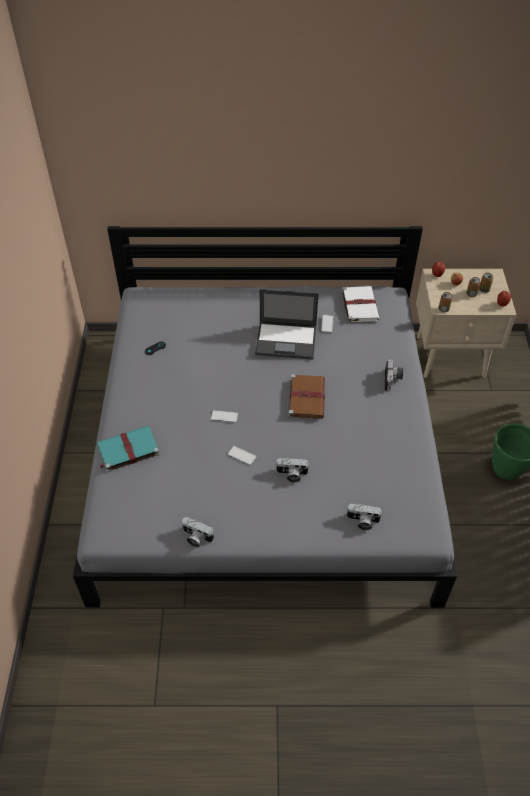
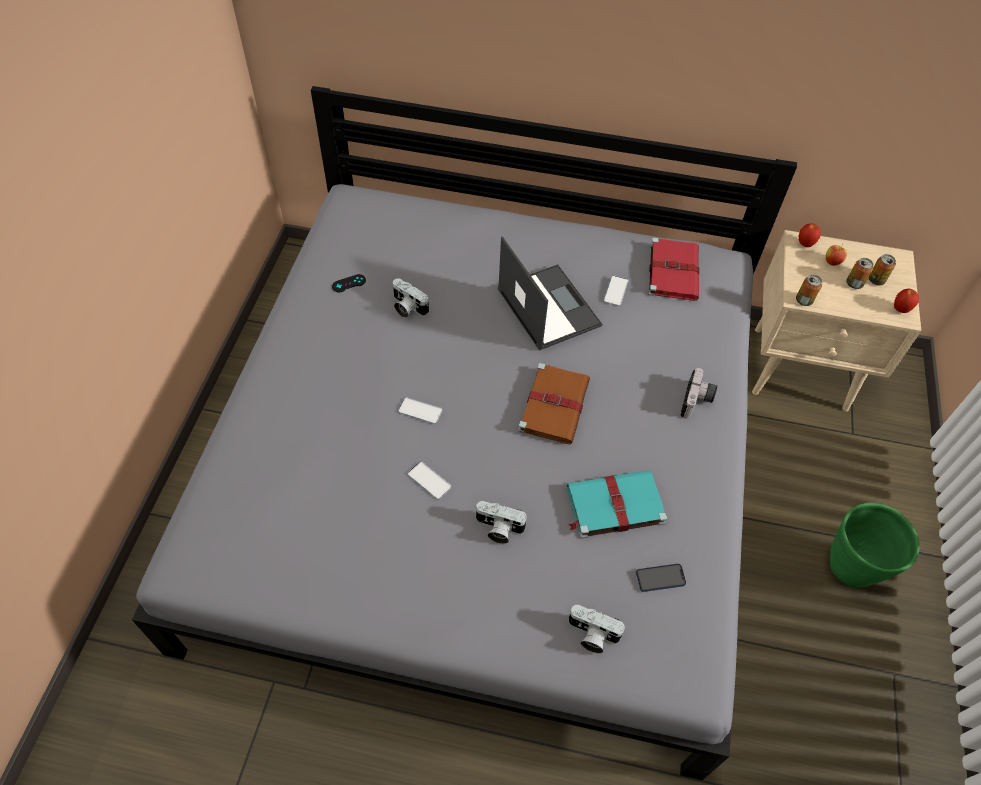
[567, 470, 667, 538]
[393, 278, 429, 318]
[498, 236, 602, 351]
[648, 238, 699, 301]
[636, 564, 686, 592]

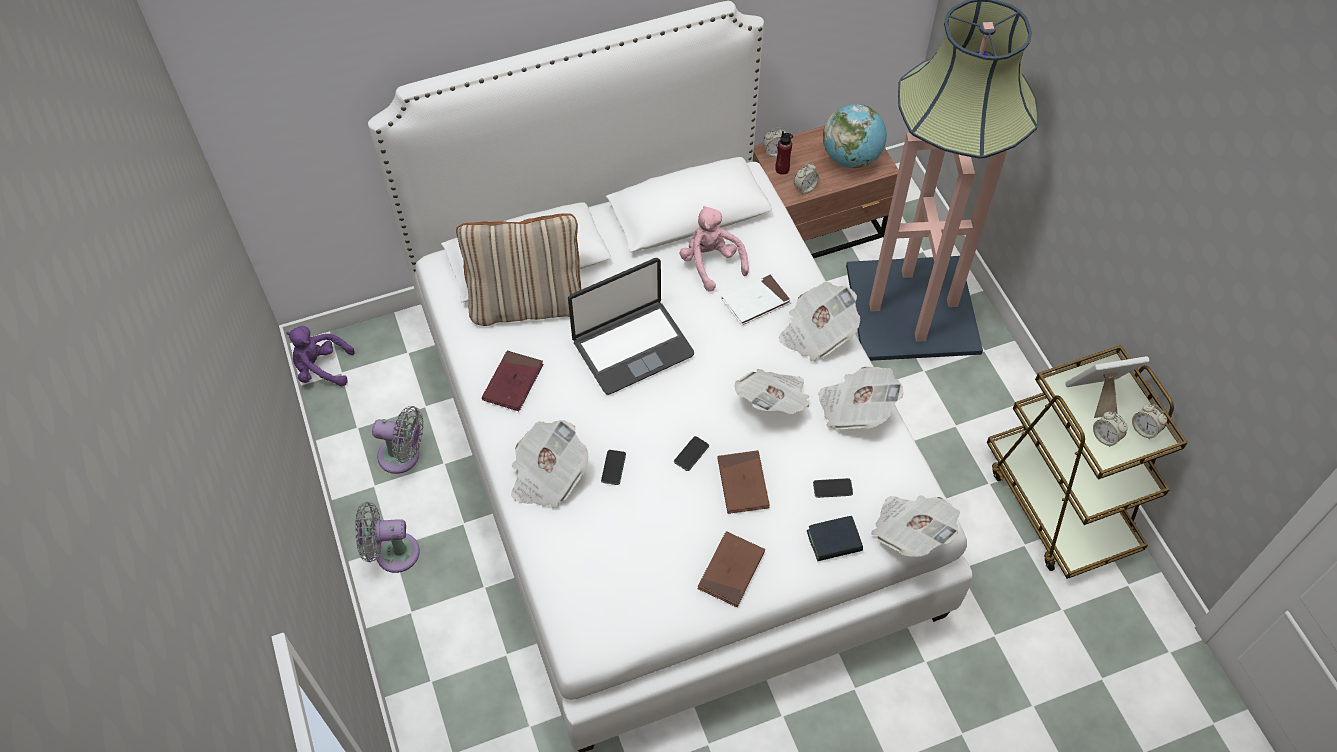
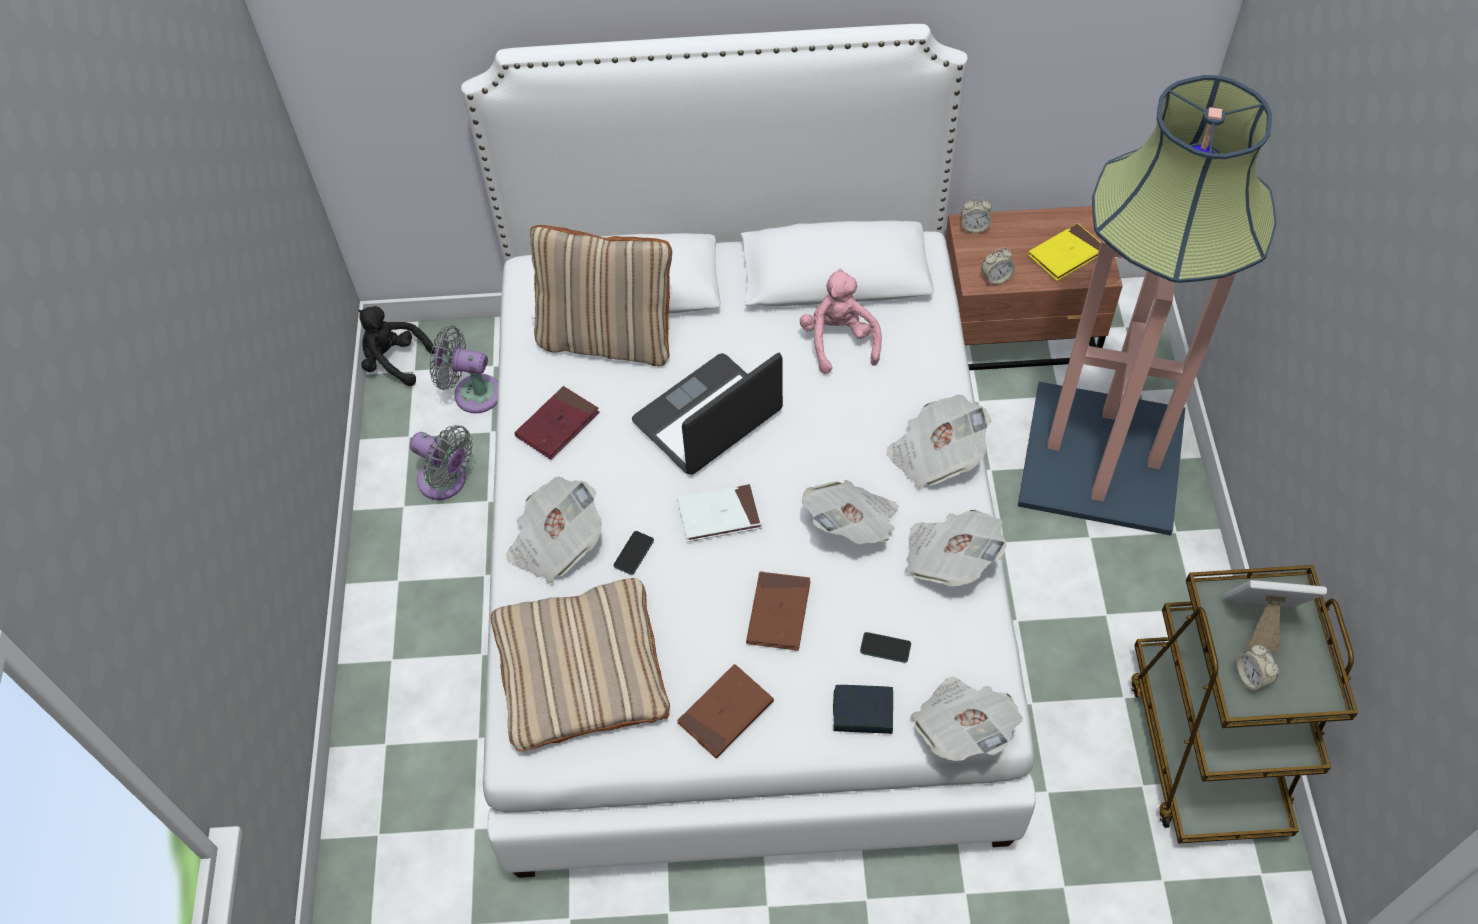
[358, 306, 435, 386]
[429, 326, 498, 414]
[632, 353, 783, 475]
[674, 436, 709, 471] (first image)
[677, 484, 762, 542]
[775, 131, 793, 175] (first image)
[1028, 223, 1101, 281]
[1132, 404, 1167, 440] (first image)
[491, 578, 670, 751]

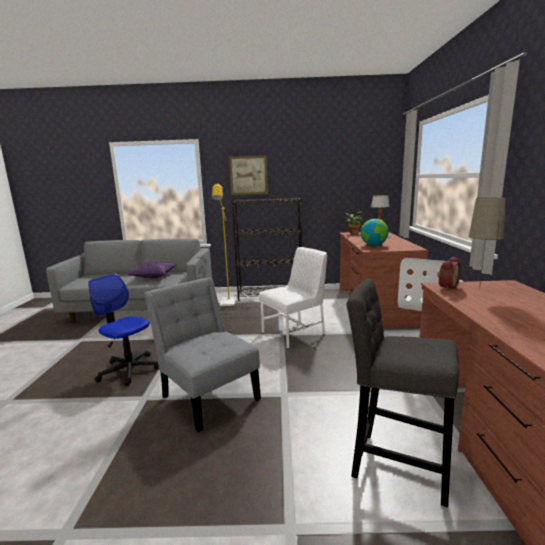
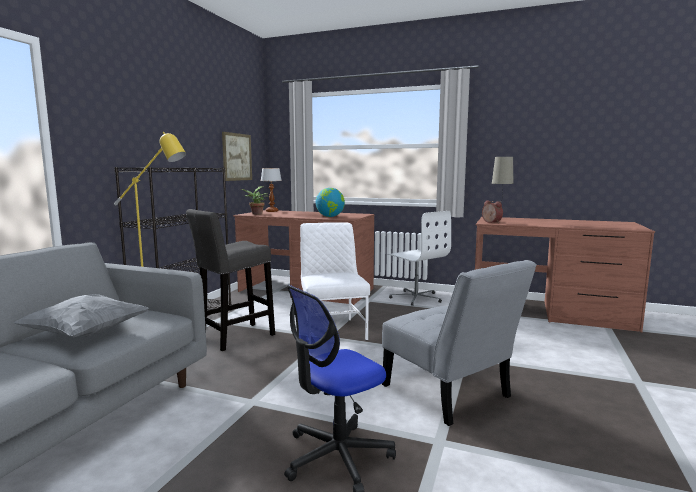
[13, 294, 149, 338]
[382, 260, 536, 426]
[222, 132, 252, 181]
[186, 209, 275, 351]

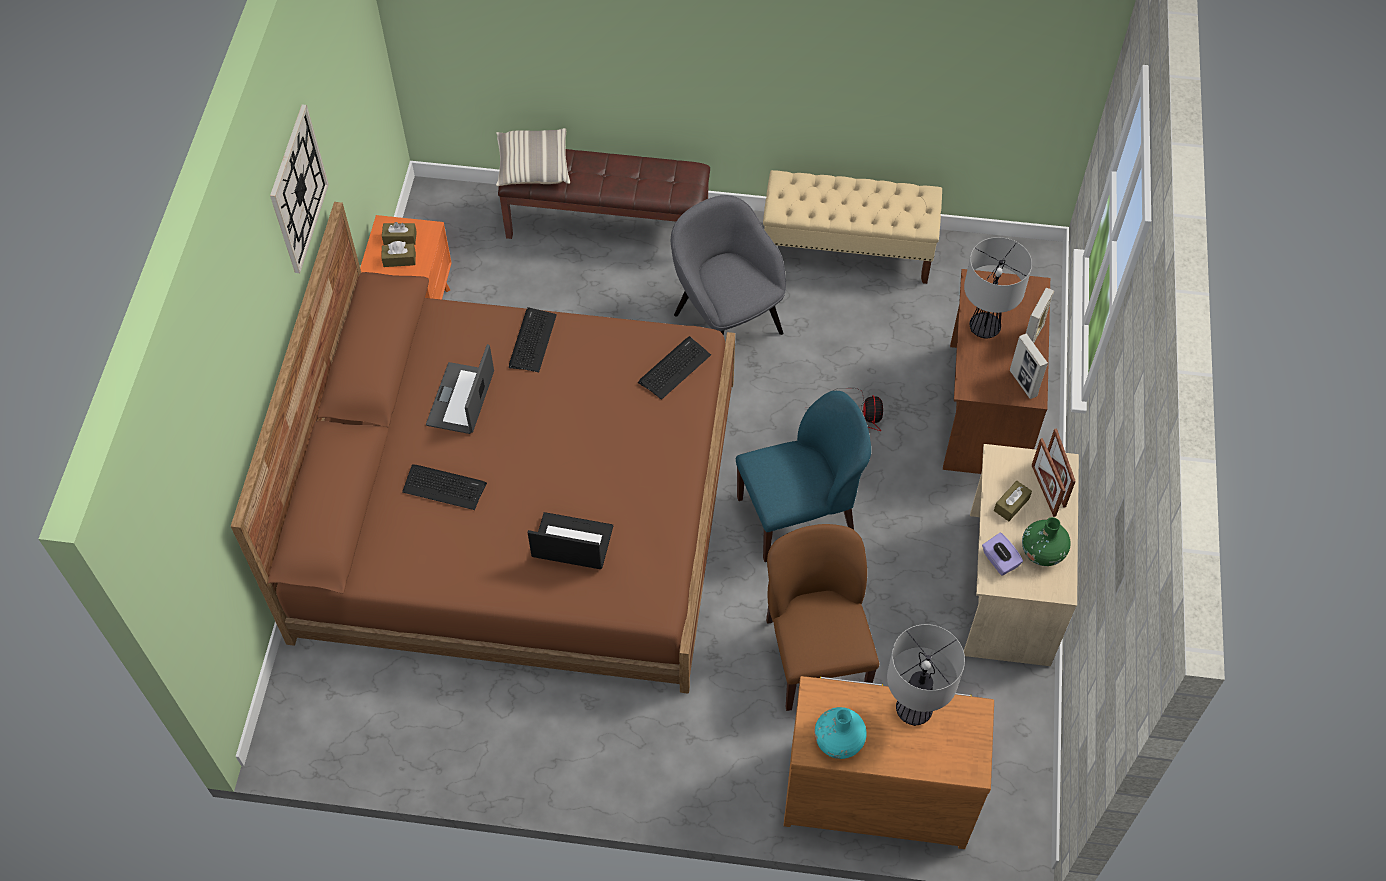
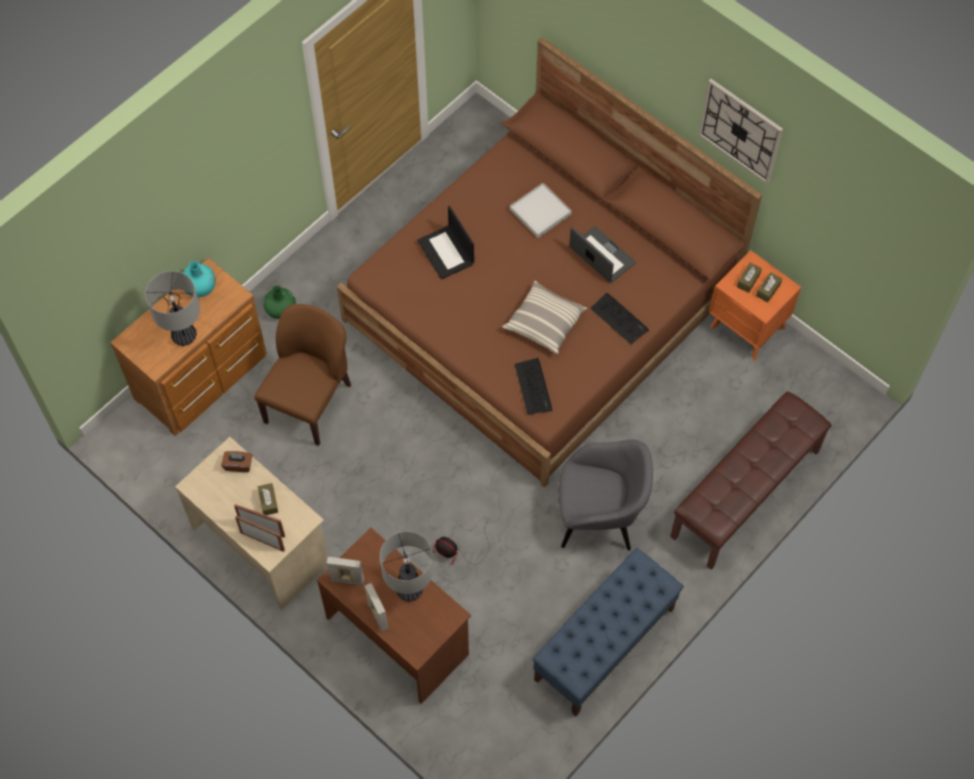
[510, 183, 572, 238]
[502, 281, 587, 354]
[417, 206, 474, 279]
[736, 391, 871, 562] (first image)
[532, 548, 684, 716]
[254, 304, 351, 446]
[221, 451, 252, 472]
[263, 286, 296, 319]

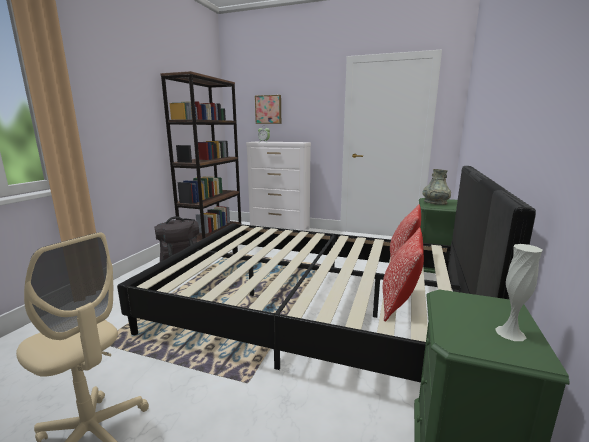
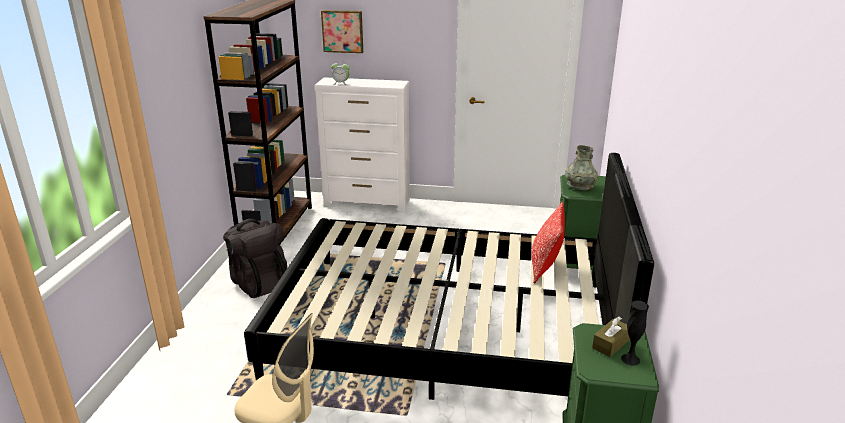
[383, 227, 424, 322] (first image)
[621, 301, 649, 366]
[592, 317, 630, 357]

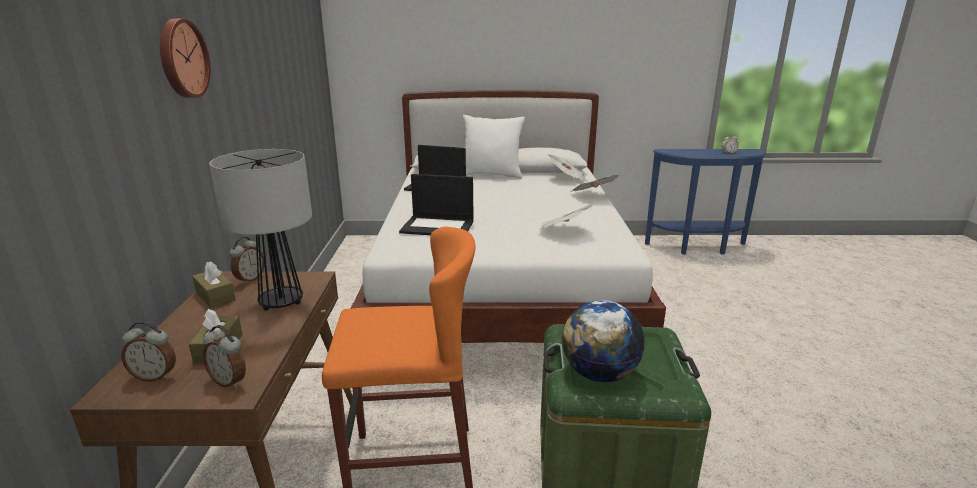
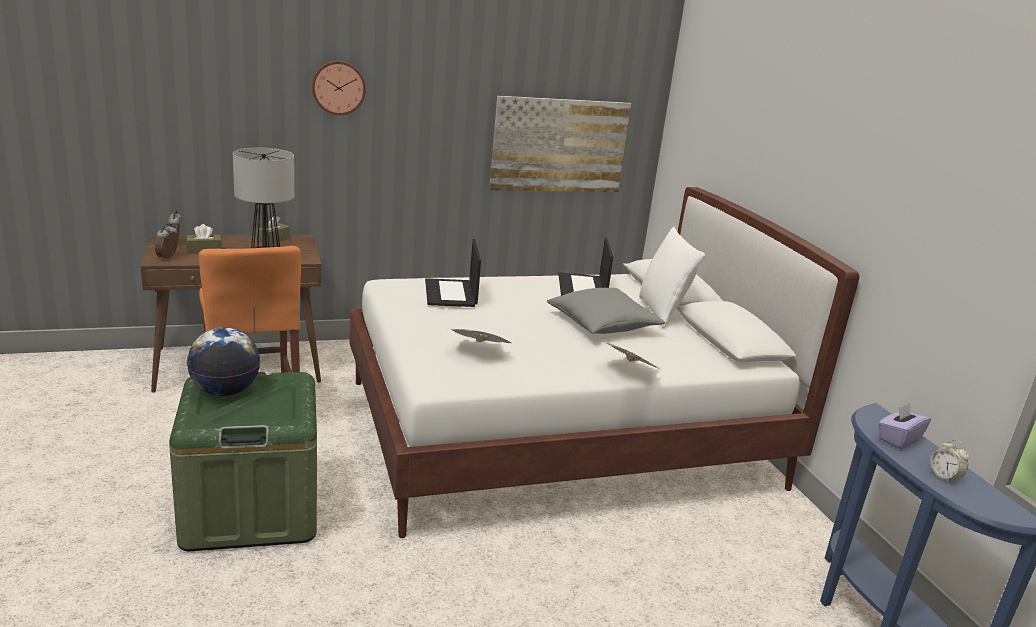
[229, 237, 265, 284] (first image)
[548, 154, 588, 182] (first image)
[489, 96, 631, 192]
[547, 288, 665, 334]
[878, 403, 931, 449]

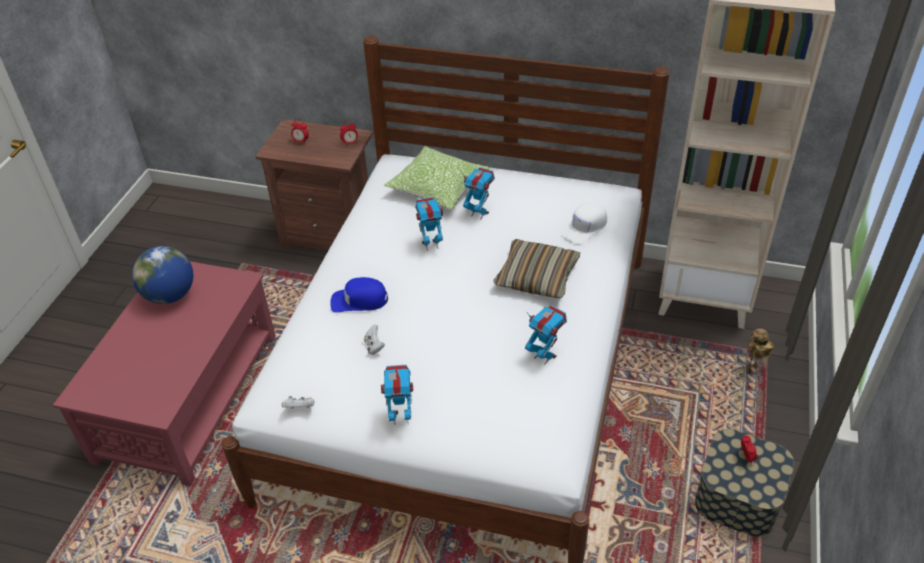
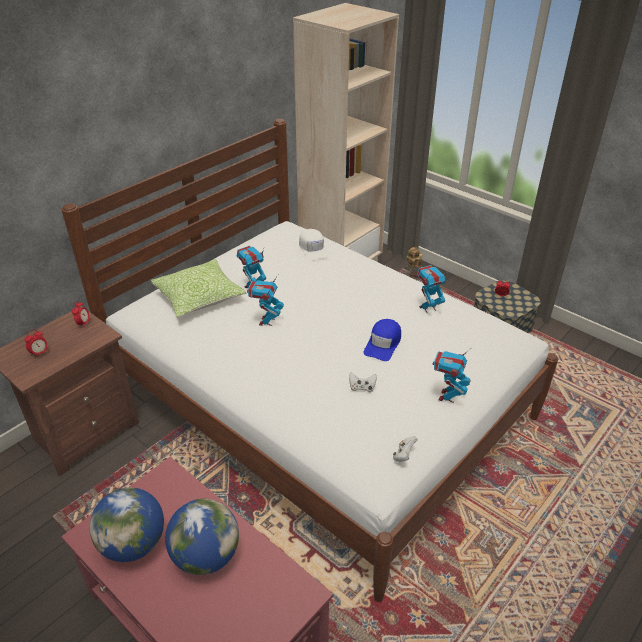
[363, 319, 401, 361]
[494, 239, 580, 298] (first image)
[165, 499, 239, 575]

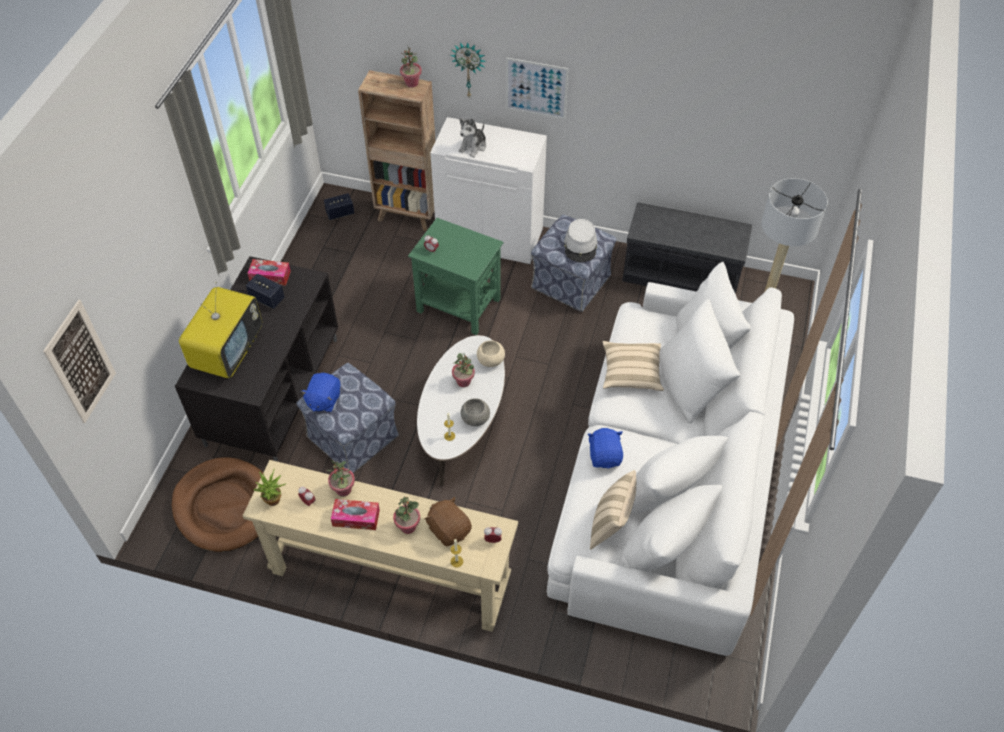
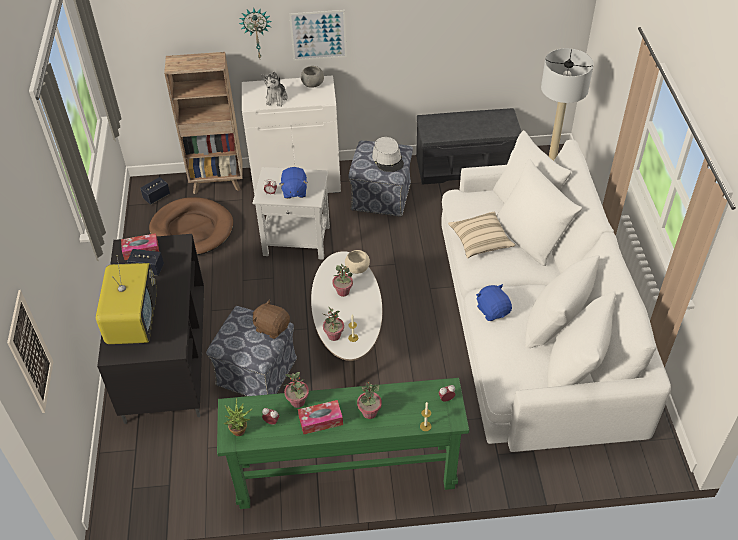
[149, 197, 233, 255]
[217, 378, 469, 509]
[280, 167, 307, 199]
[323, 306, 344, 341]
[252, 167, 330, 260]
[253, 300, 290, 339]
[301, 66, 324, 88]
[590, 470, 636, 550] (first image)

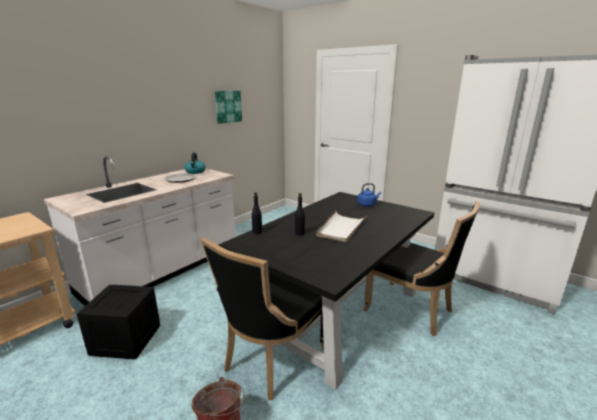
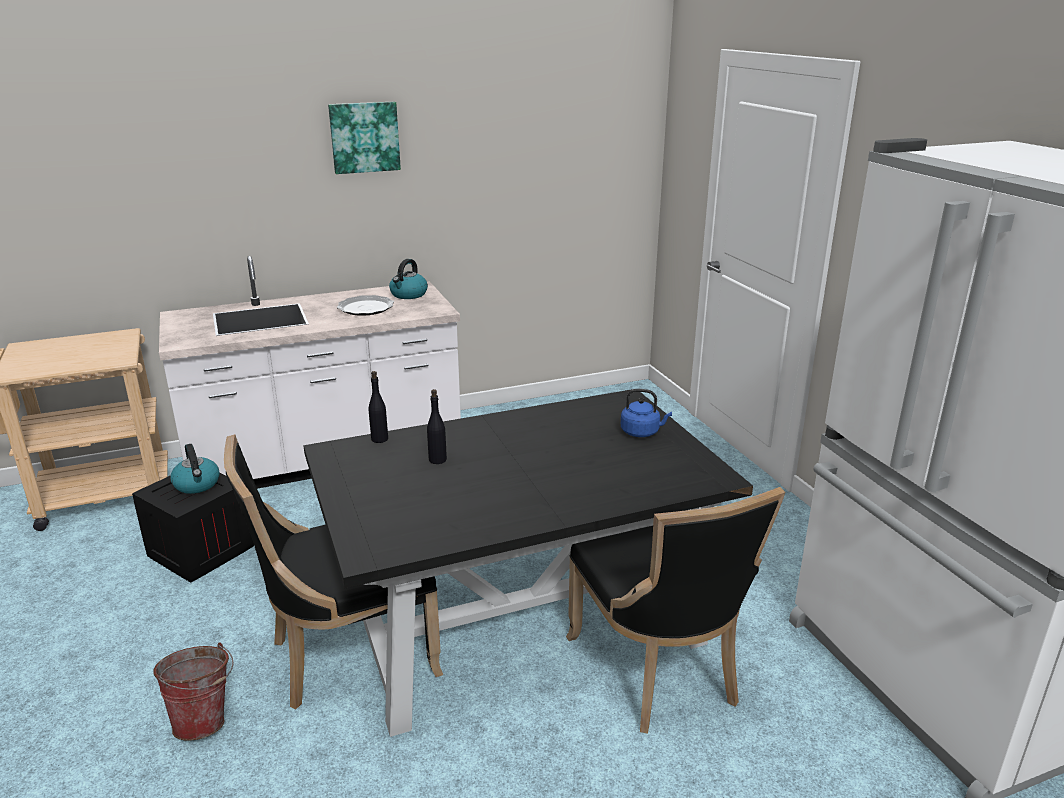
[328, 102, 401, 174]
[316, 211, 366, 243] (first image)
[171, 444, 220, 494]

